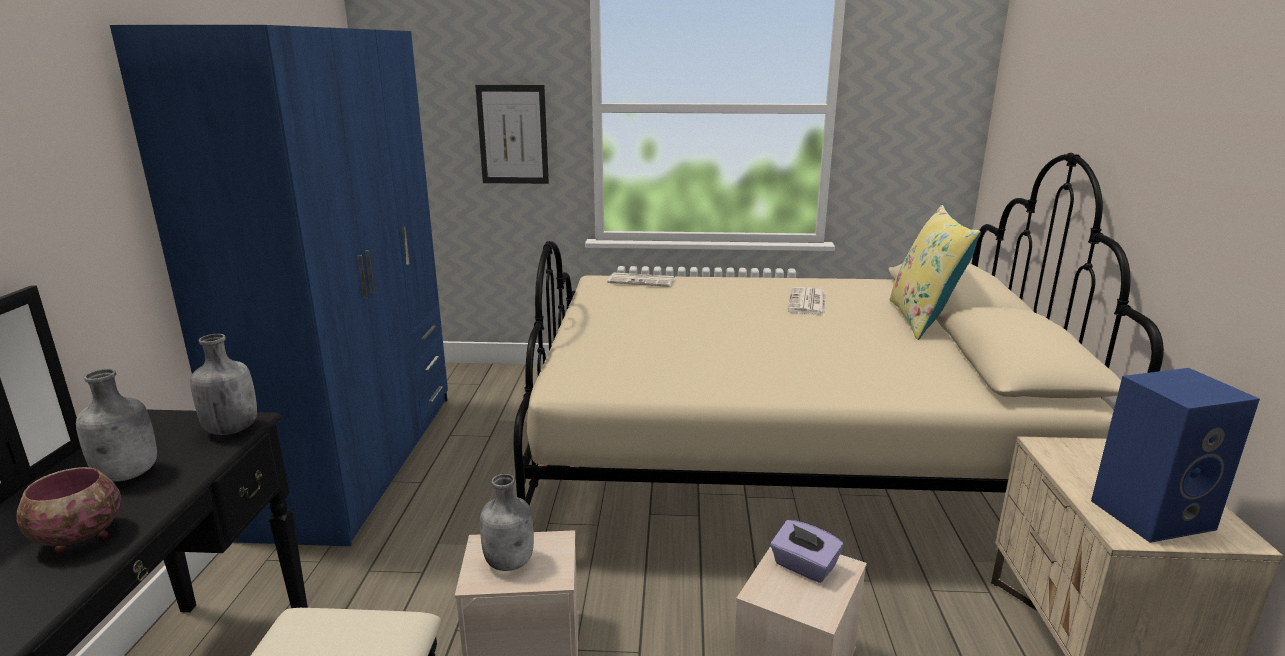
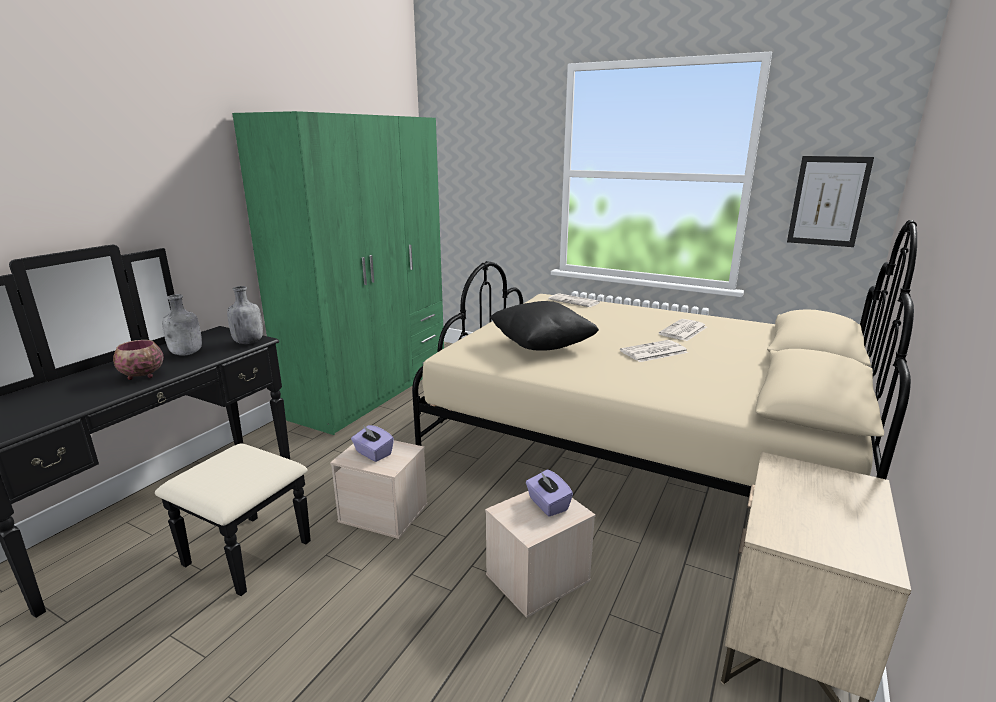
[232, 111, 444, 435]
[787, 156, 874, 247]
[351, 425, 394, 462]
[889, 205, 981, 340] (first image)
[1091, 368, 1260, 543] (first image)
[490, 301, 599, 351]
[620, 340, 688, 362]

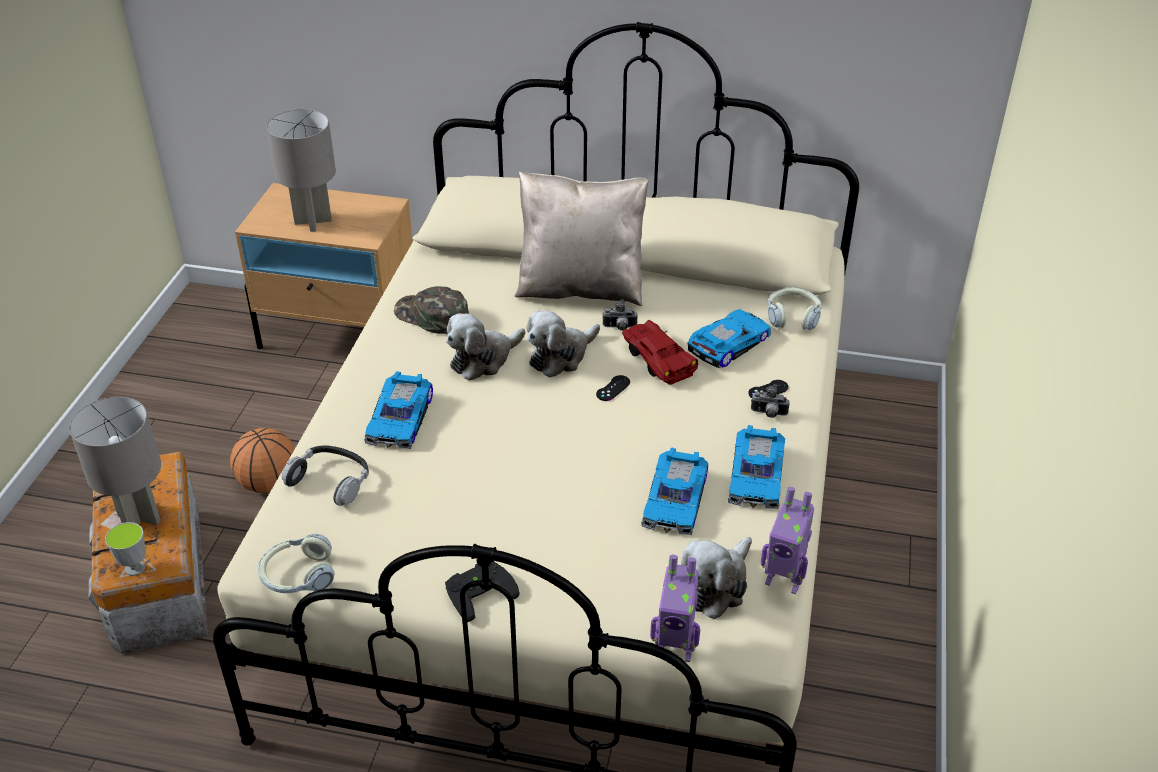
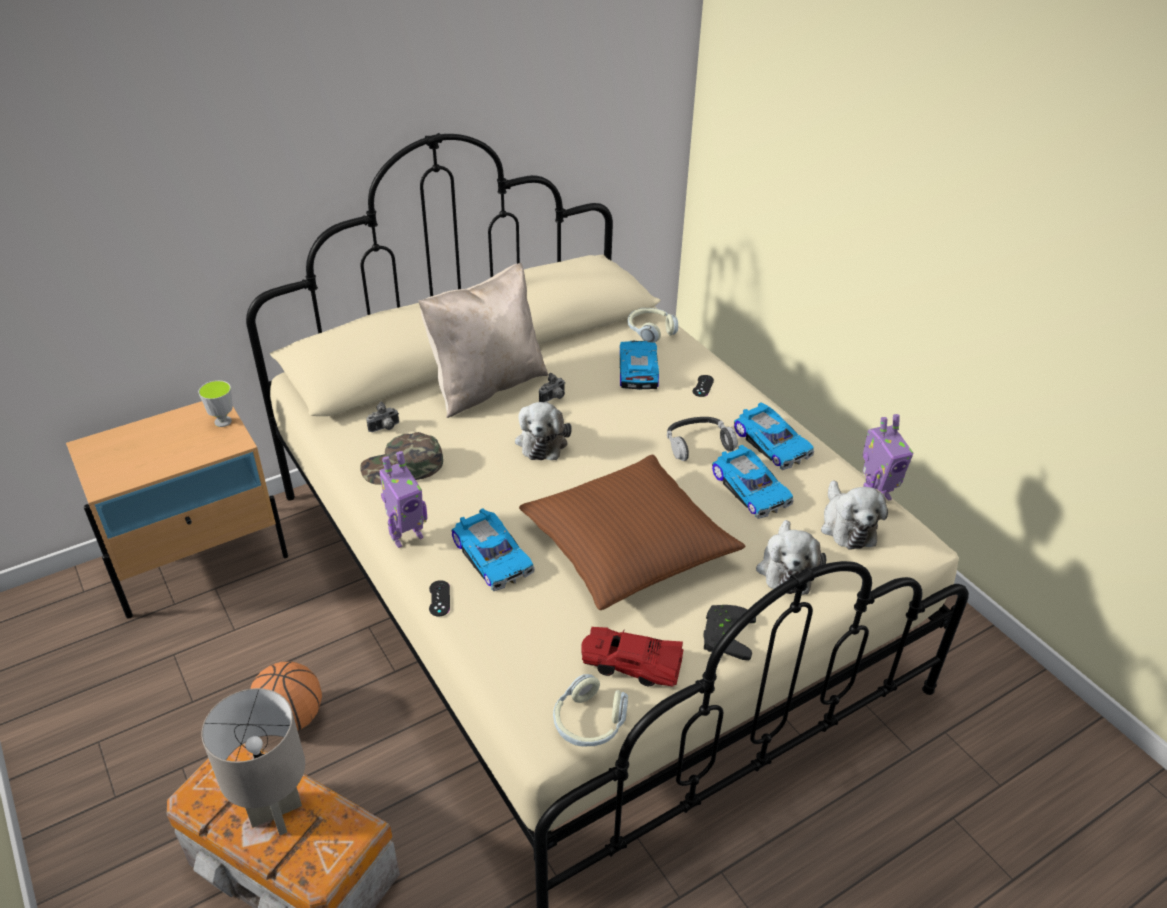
[198, 380, 233, 427]
[267, 109, 336, 232] (first image)
[667, 417, 738, 461]
[756, 520, 826, 595]
[429, 580, 450, 616]
[581, 627, 683, 687]
[379, 451, 427, 548]
[366, 401, 399, 432]
[519, 455, 745, 610]

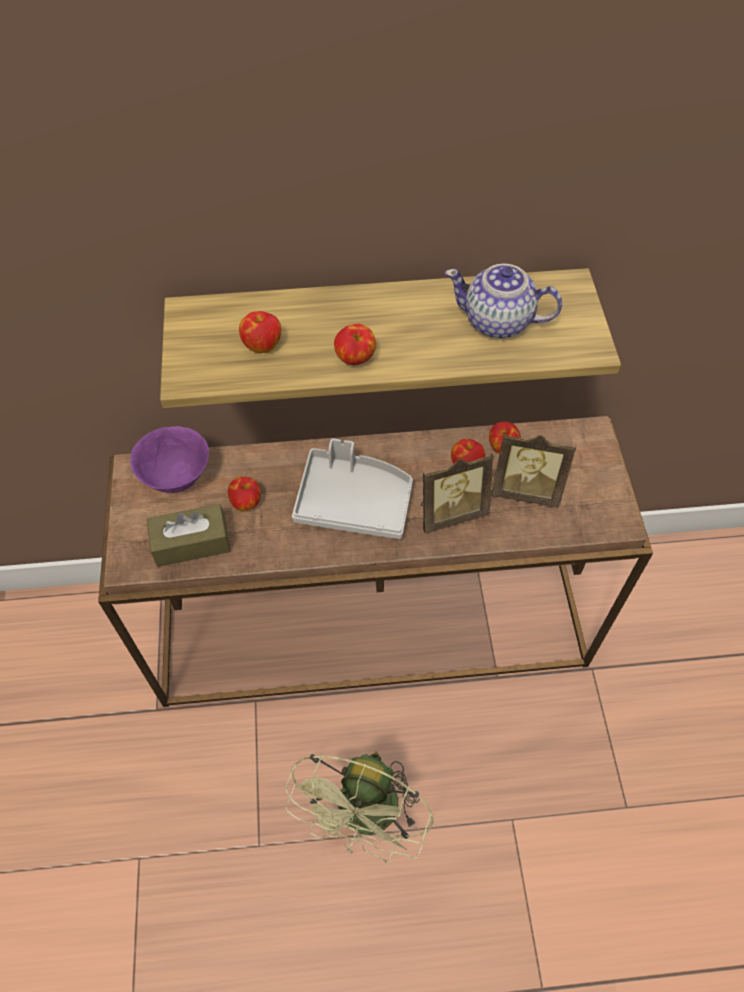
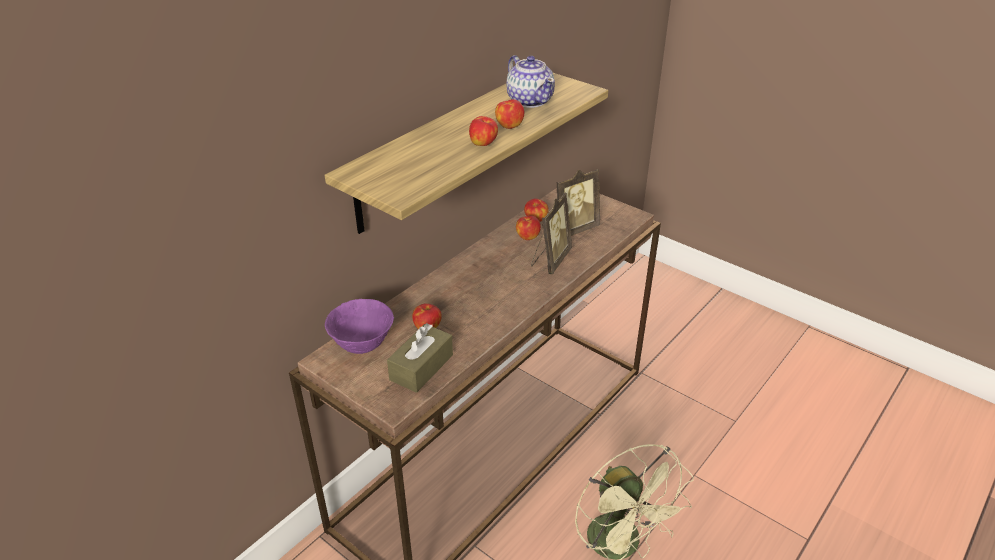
[495, 99, 524, 129]
[292, 438, 413, 539] (first image)
[506, 55, 555, 108]

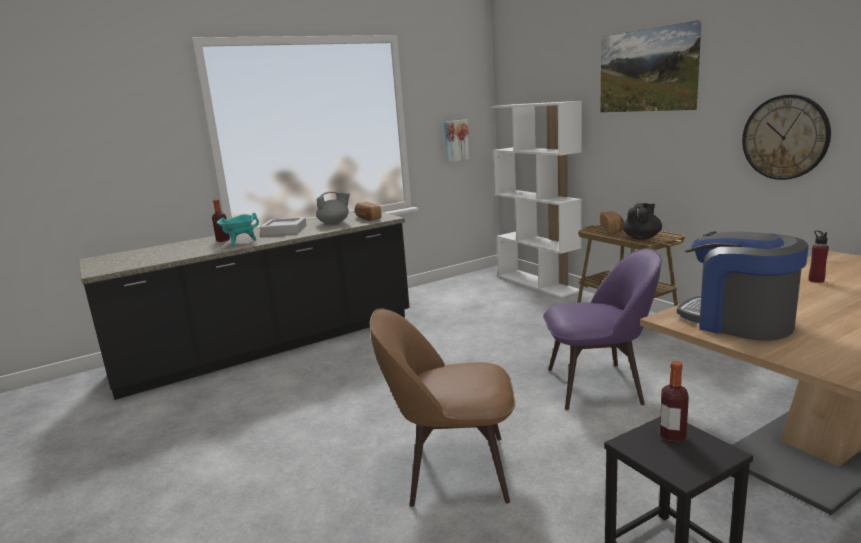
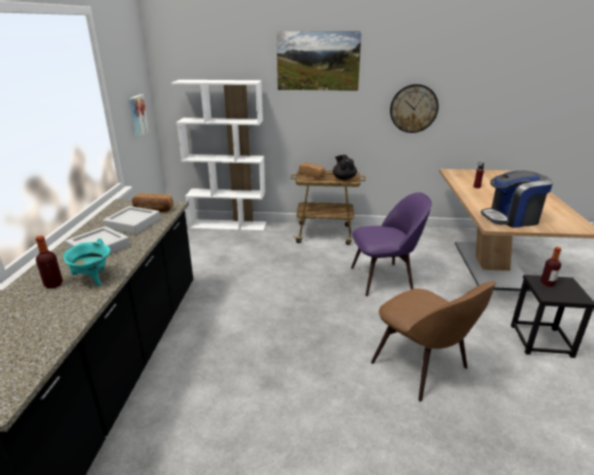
[103, 206, 160, 234]
[371, 281, 496, 402]
[351, 192, 432, 296]

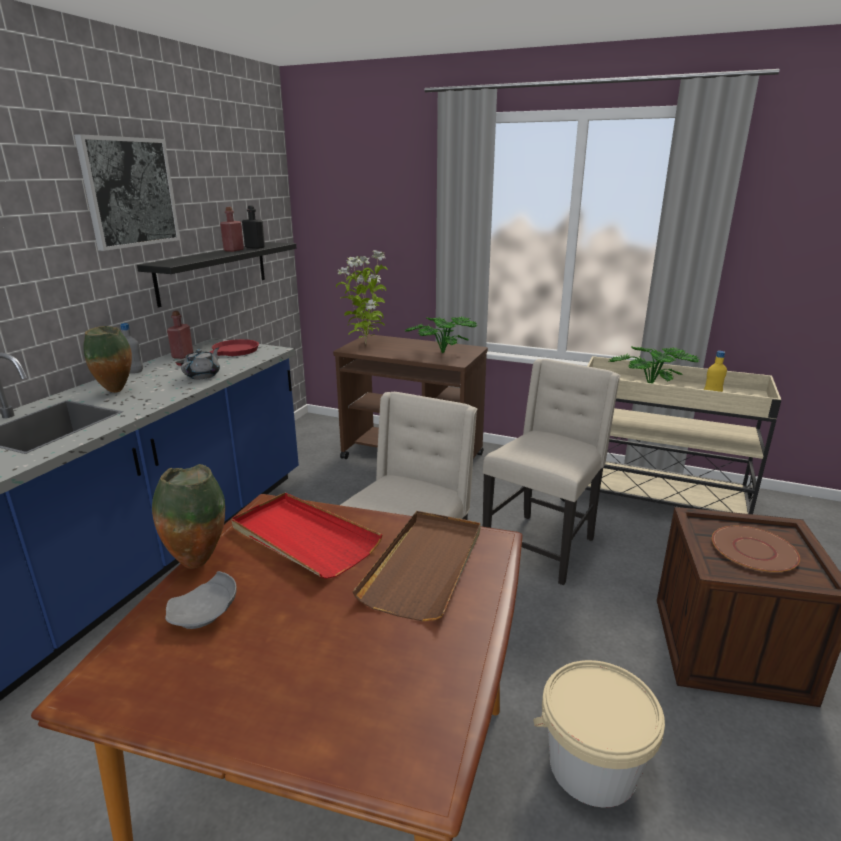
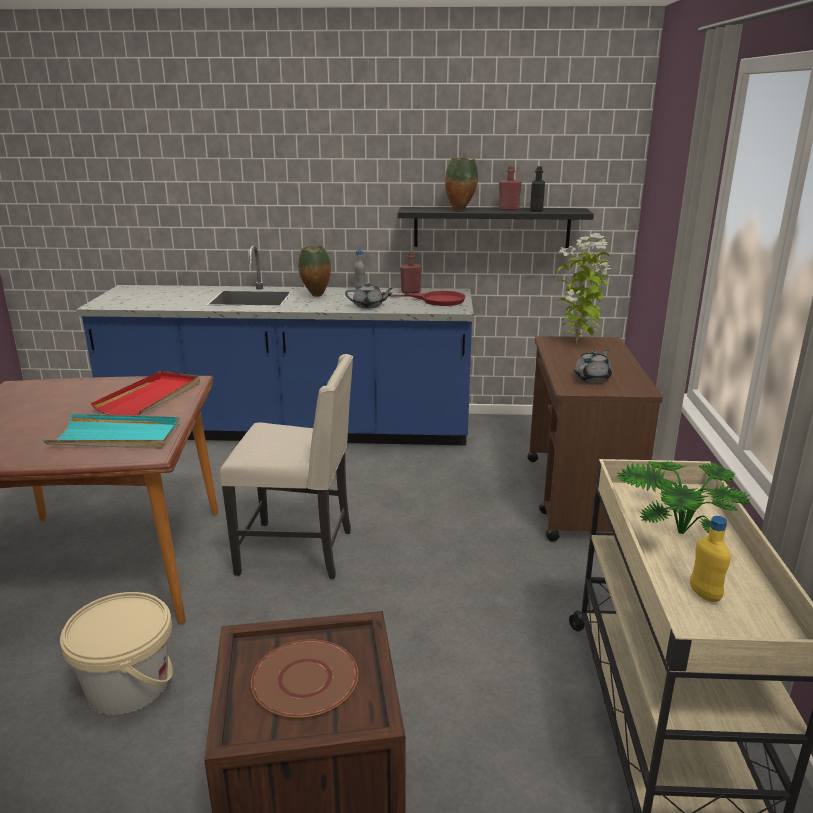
[74, 134, 180, 251] (first image)
[445, 157, 478, 211]
[165, 571, 237, 629] (first image)
[43, 414, 180, 449]
[574, 349, 612, 383]
[483, 359, 620, 585] (first image)

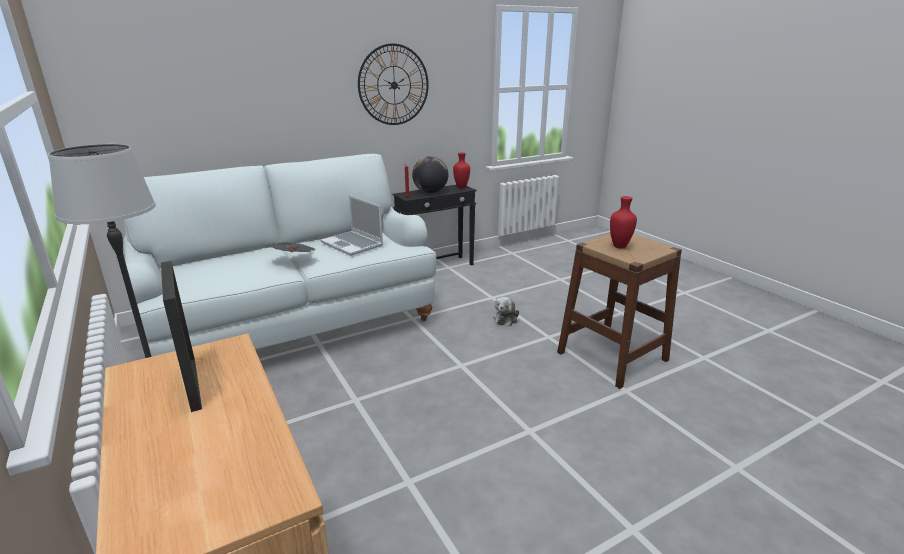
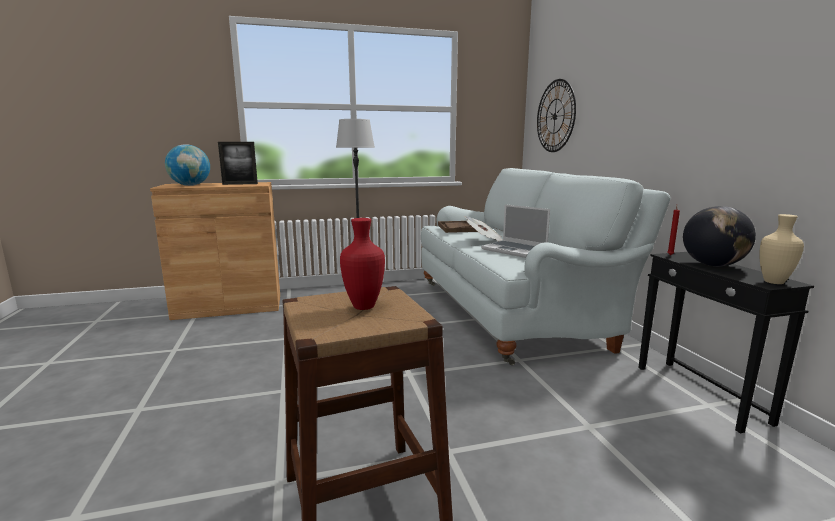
[481, 204, 550, 258]
[537, 79, 576, 152]
[759, 214, 804, 284]
[493, 297, 519, 327] (first image)
[165, 144, 210, 186]
[438, 221, 478, 233]

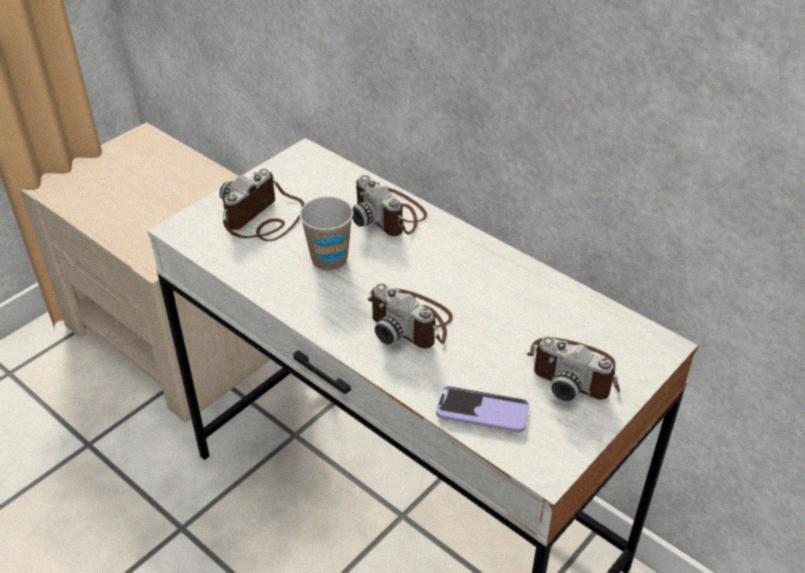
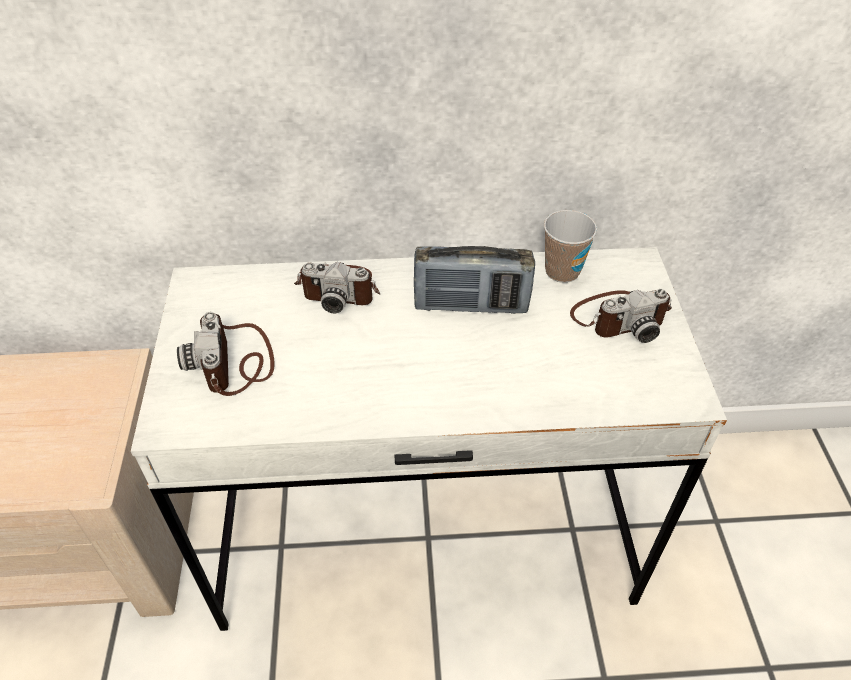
[544, 210, 597, 283]
[367, 283, 453, 348] (first image)
[436, 386, 529, 432] (first image)
[414, 246, 535, 314]

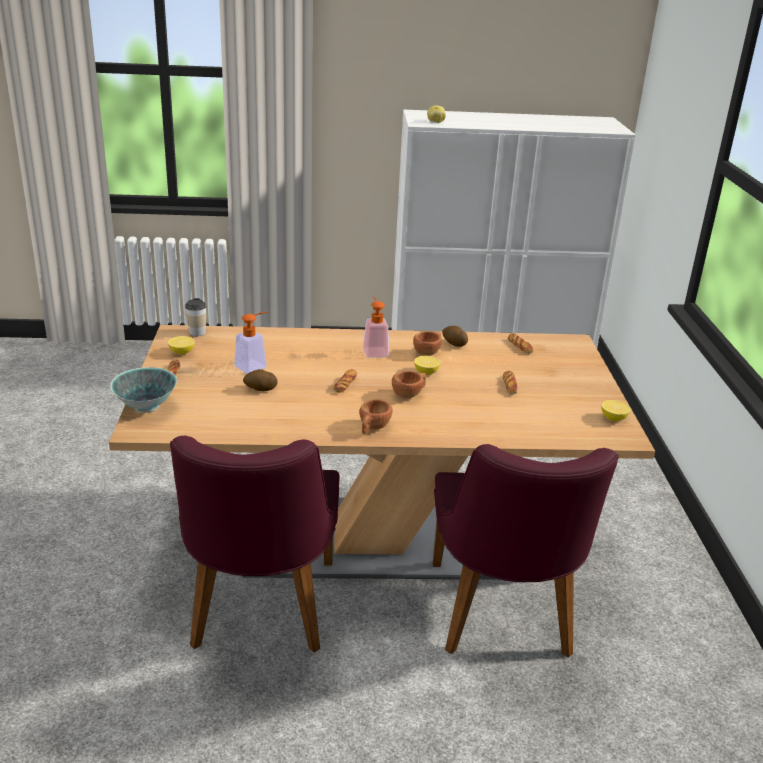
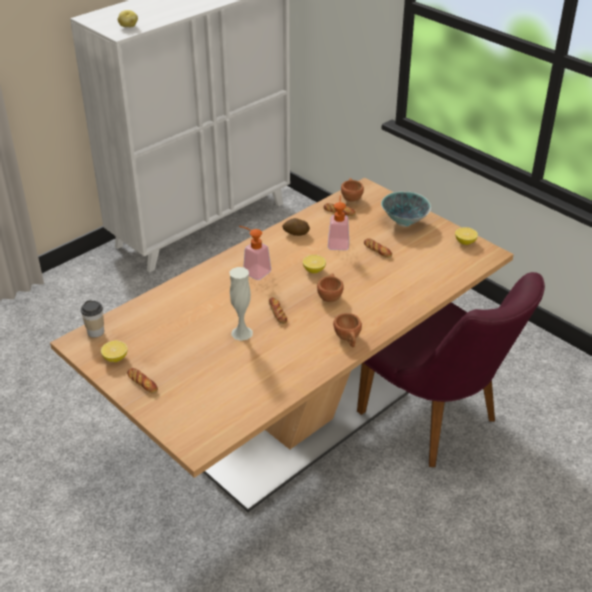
[381, 191, 431, 227]
[170, 436, 339, 652] (first image)
[328, 195, 349, 250]
[243, 369, 278, 391] (first image)
[341, 178, 364, 202]
[229, 267, 253, 341]

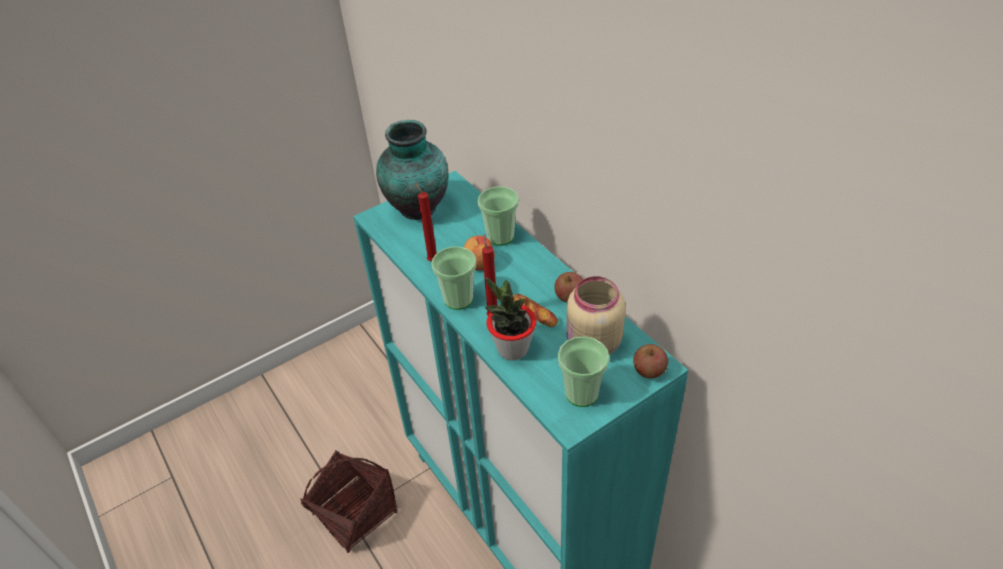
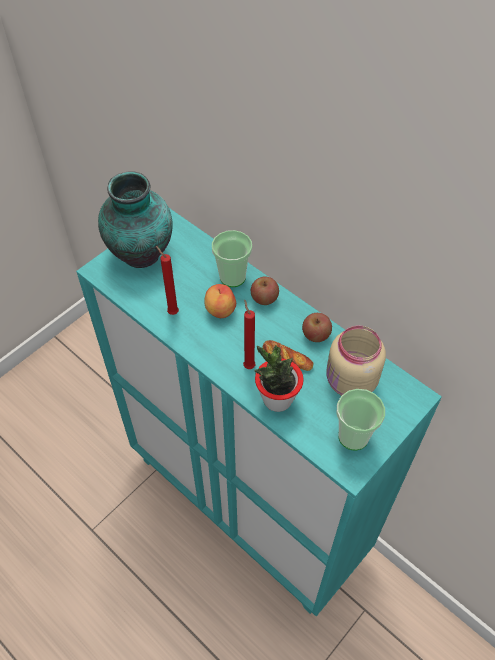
[300, 450, 398, 553] (first image)
[431, 247, 476, 310] (first image)
[251, 277, 279, 305]

